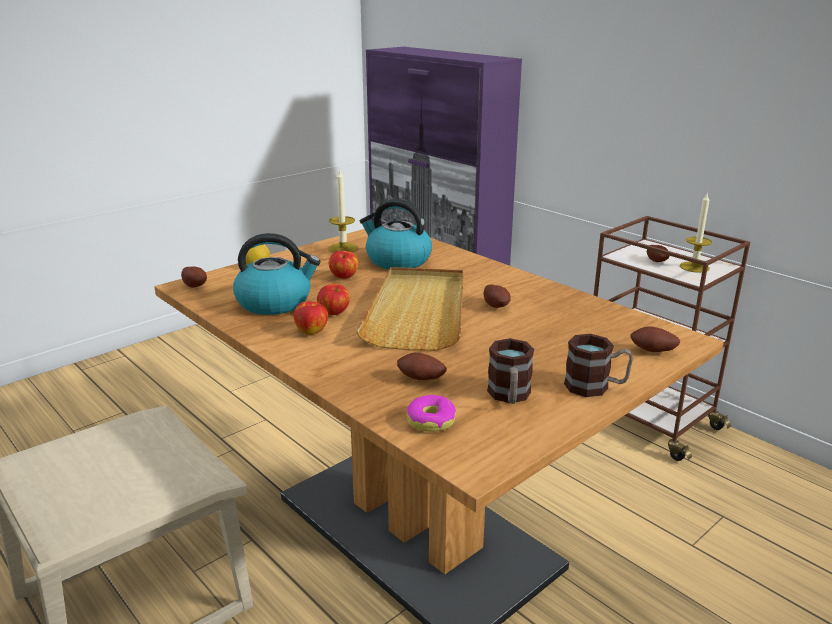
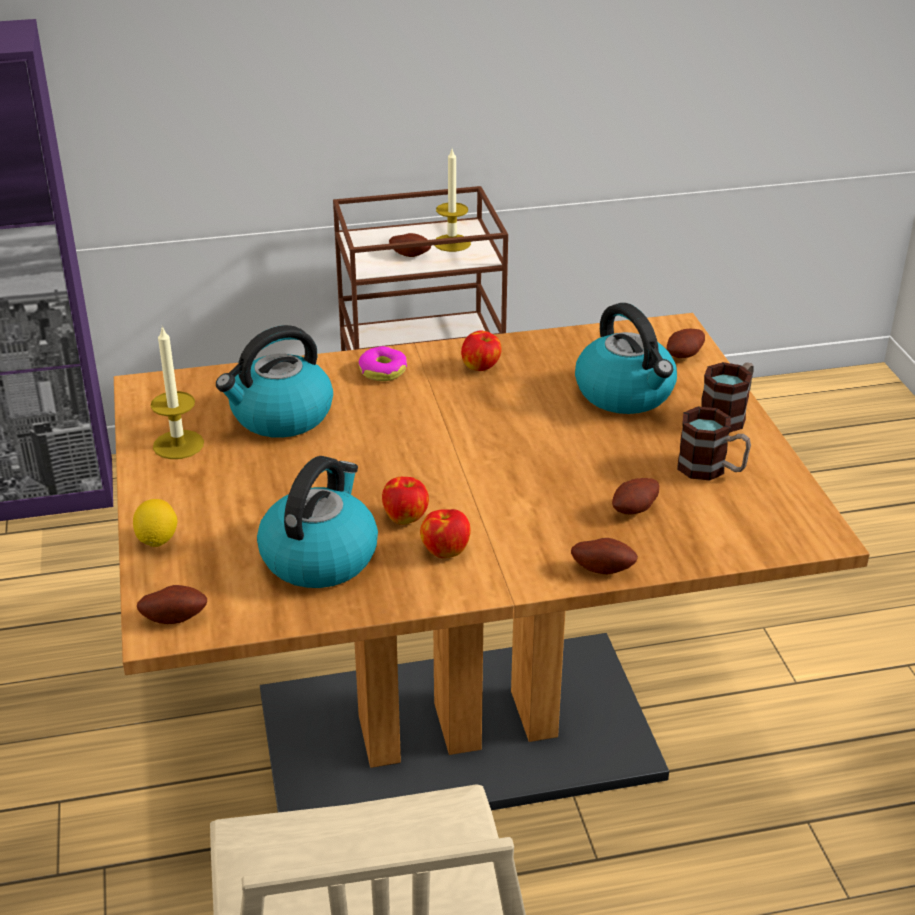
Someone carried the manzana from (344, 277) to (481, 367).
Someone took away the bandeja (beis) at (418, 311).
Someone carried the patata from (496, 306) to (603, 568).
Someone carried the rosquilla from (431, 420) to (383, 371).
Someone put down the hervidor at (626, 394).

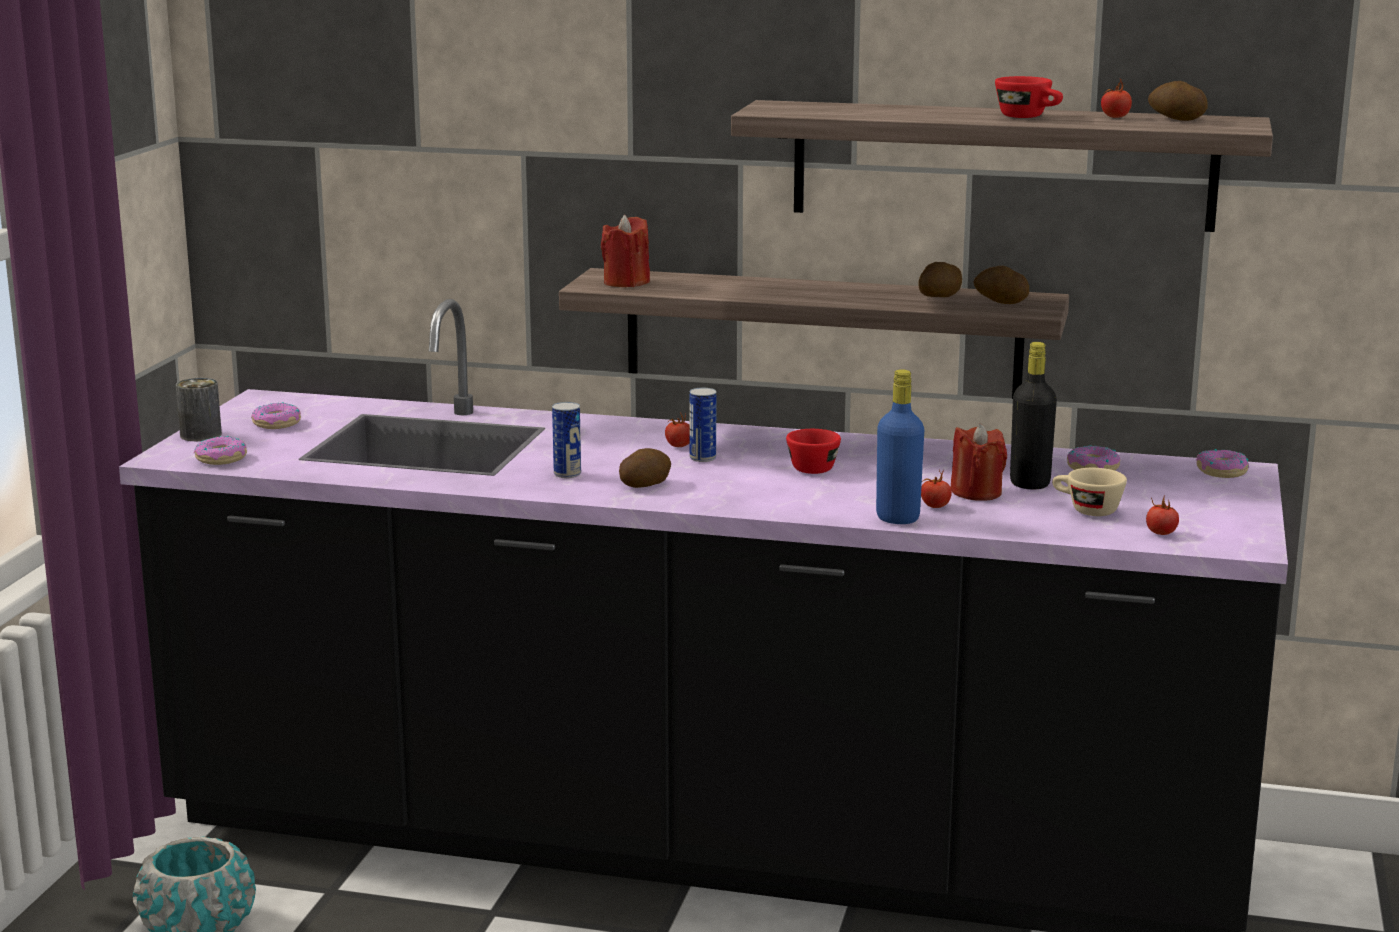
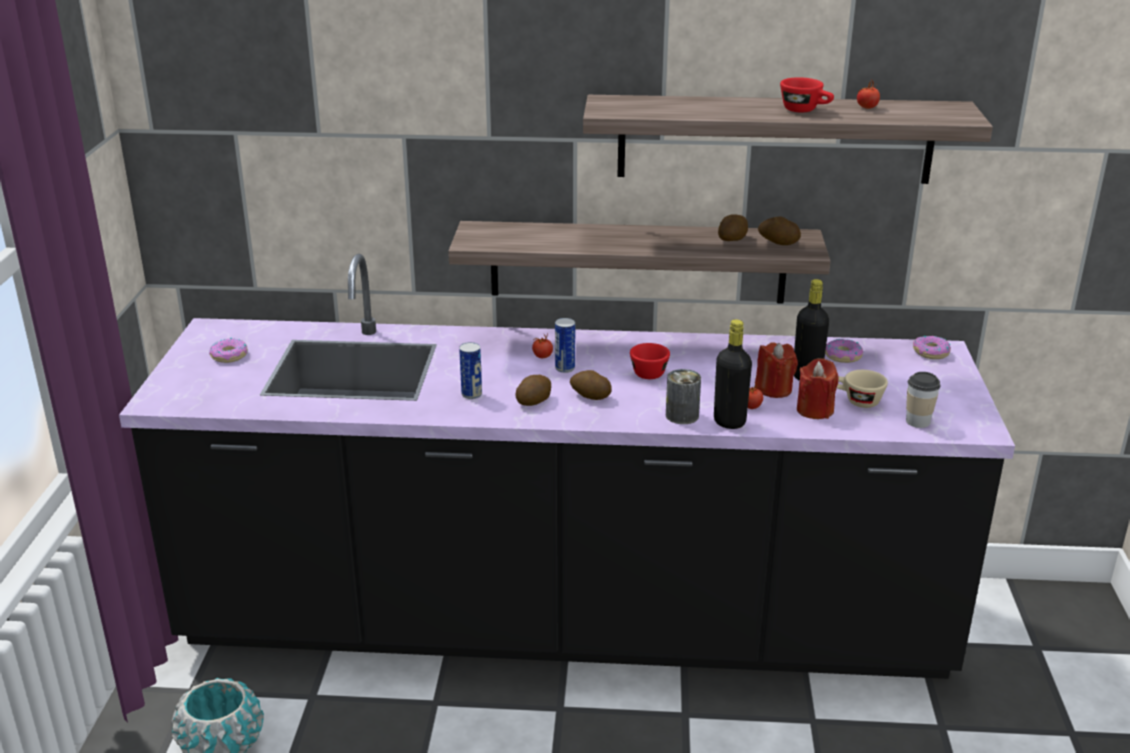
Someone carried the patata from (1176, 119) to (590, 396).
Someone carried the vela (rojo) from (626, 282) to (815, 410).
Someone repainted the botella (azul) at (897, 518), which became the botella (negro) at (729, 422).
Someone carried the lata from (201, 435) to (682, 415).
Someone took away the rosquilla at (221, 459).
Someone swapped the tomate at (1161, 533) for the taza at (917, 421).

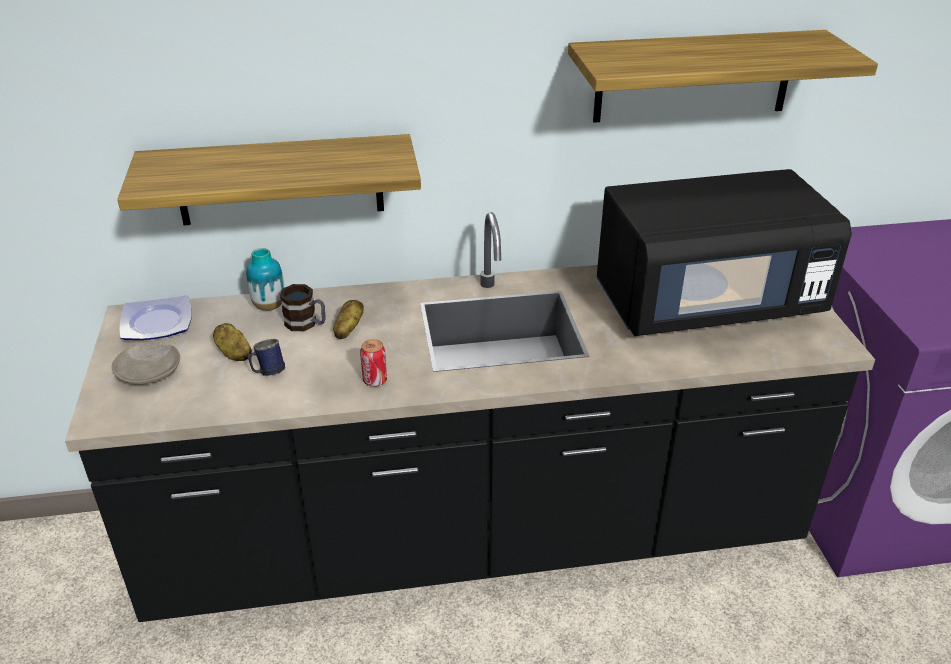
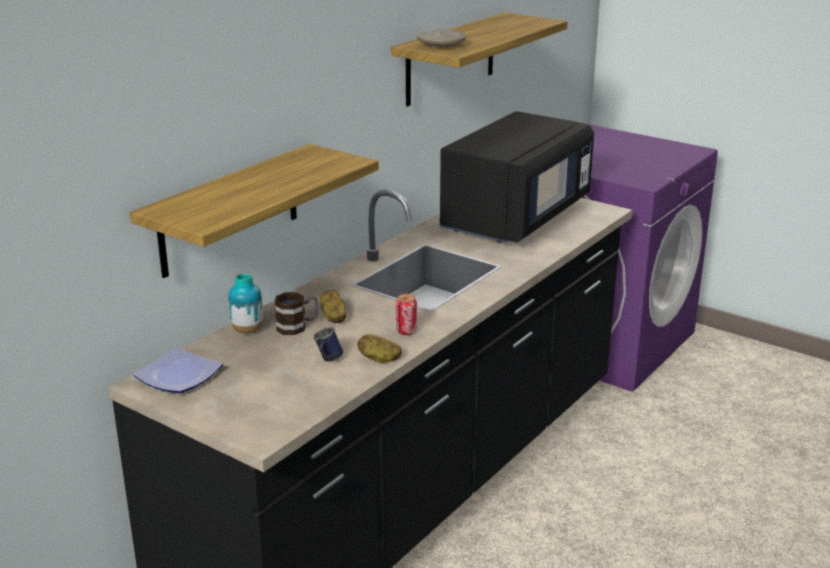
Someone carried the patata from (233, 353) to (379, 359).
Someone carried the plato (beis) from (149, 372) to (441, 45).

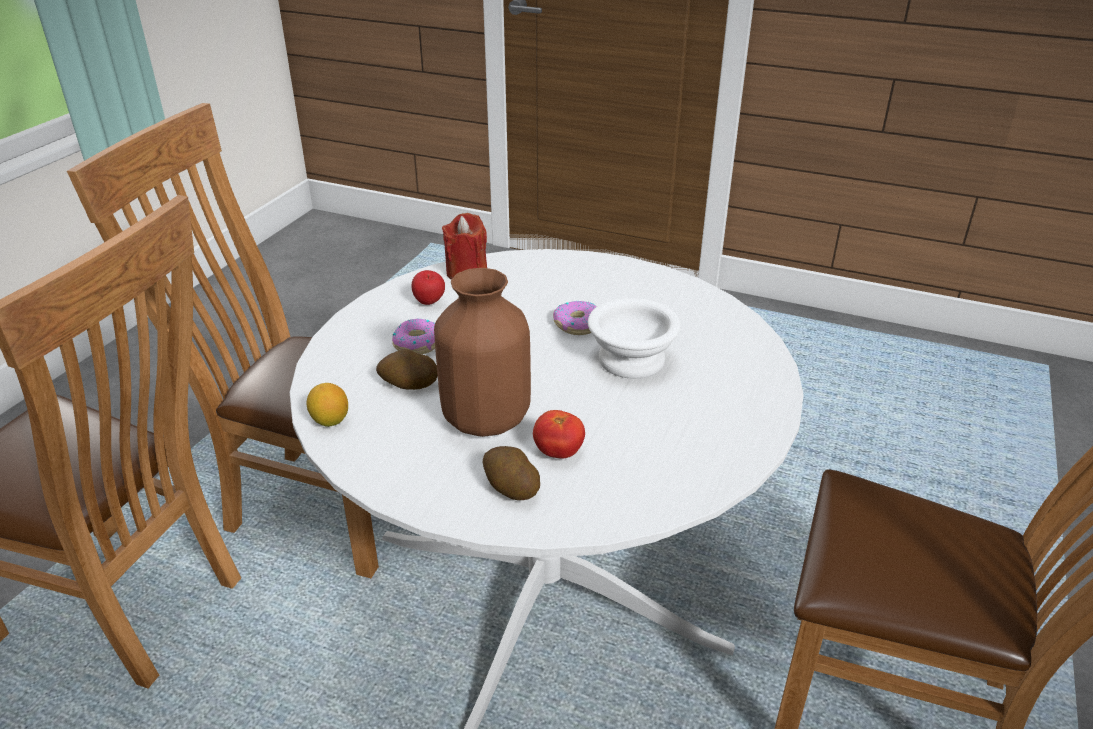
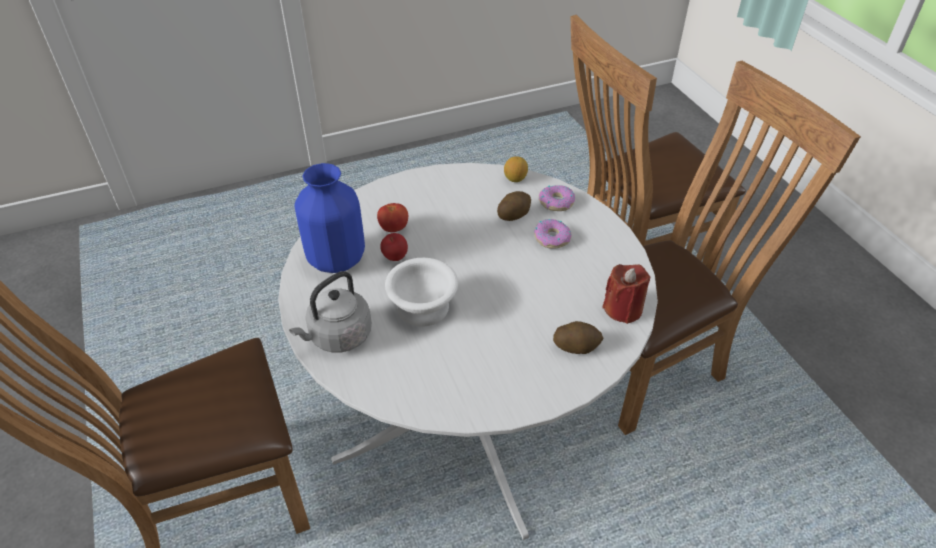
Someone took away the florero (marrón) at (484, 419).
Someone carried the manzana from (429, 303) to (395, 258).
Someone carried the rosquilla from (577, 324) to (556, 202).
Someone carried the patata from (510, 488) to (576, 346).
Someone put down the florero (azul) at (336, 258).
Someone put down the hervidor (gris) at (338, 337).

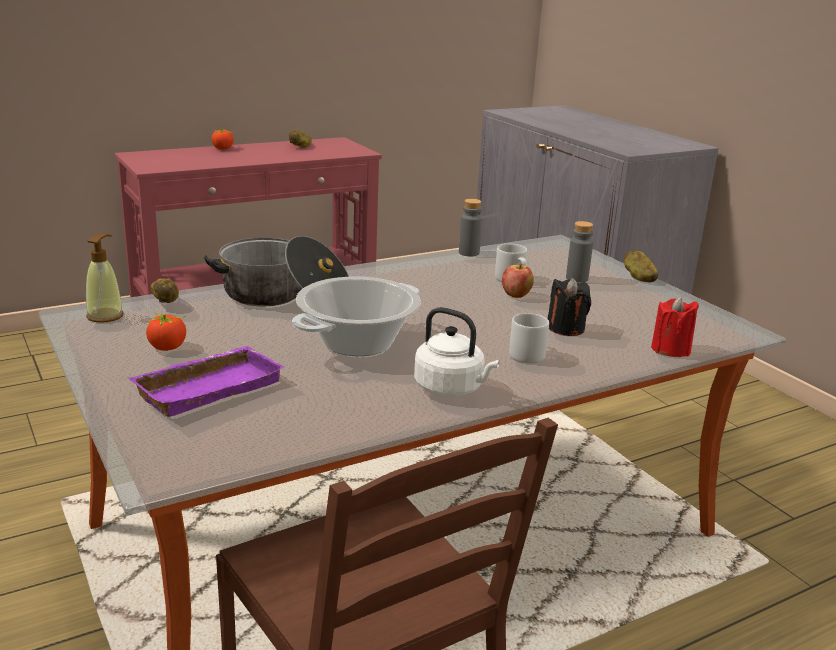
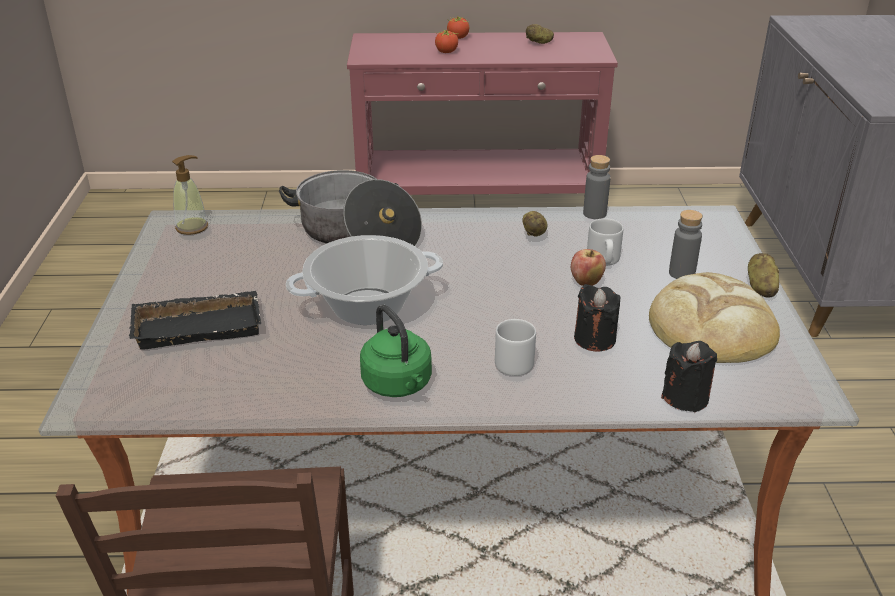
Someone carried the patata from (165, 302) to (534, 233).
Someone repainted the vela (rojo) at (670, 349), which became the vela (negro) at (685, 397).
Someone repainted the hervidor (blanco) at (451, 389), which became the hervidor (verde) at (398, 385).
Someone carried the tomate from (168, 347) to (446, 52).
Someone repainted the bandeja (morado) at (208, 387), which became the bandeja (negro) at (199, 325).
Someone put down the pan at (711, 326).

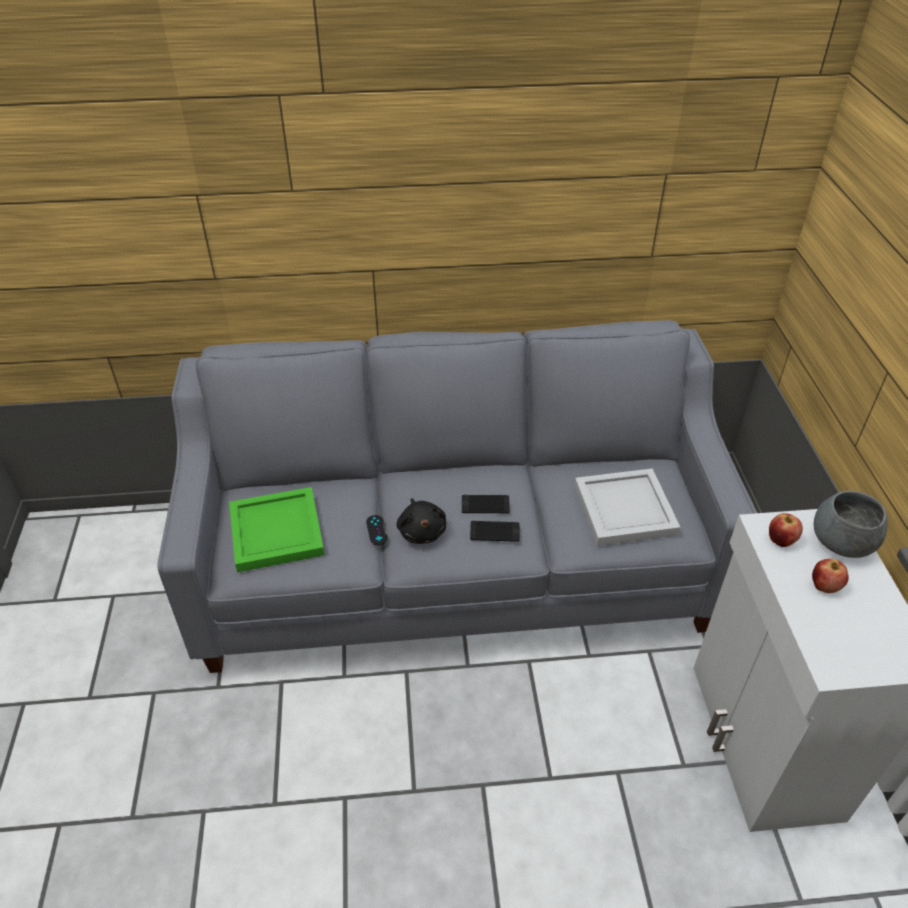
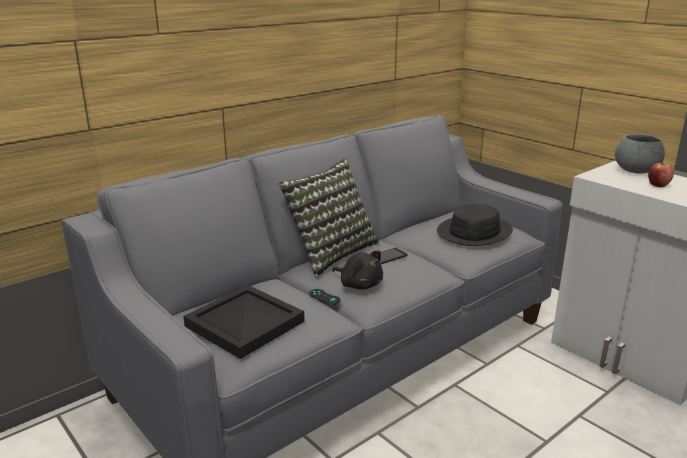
Someone swapped the bandeja (blanco) at (626, 510) for the sombrero (negro) at (474, 232).
Someone repainted the bandeja (verde) at (275, 531), which became the bandeja (negro) at (243, 324).
Someone took away the manzana at (781, 541).
Someone took away the móvil at (494, 532).
Someone put down the cojín at (330, 253).

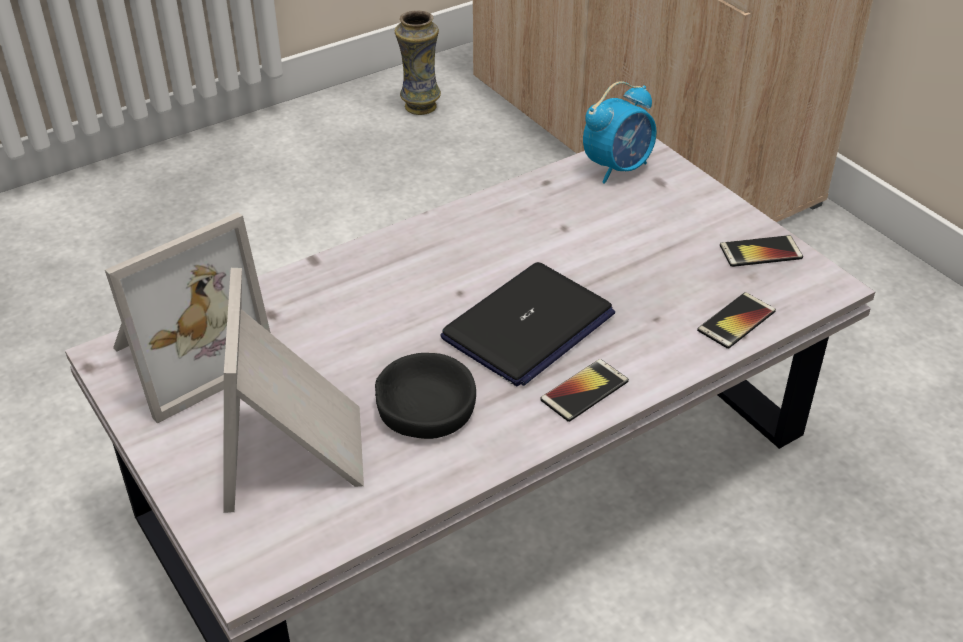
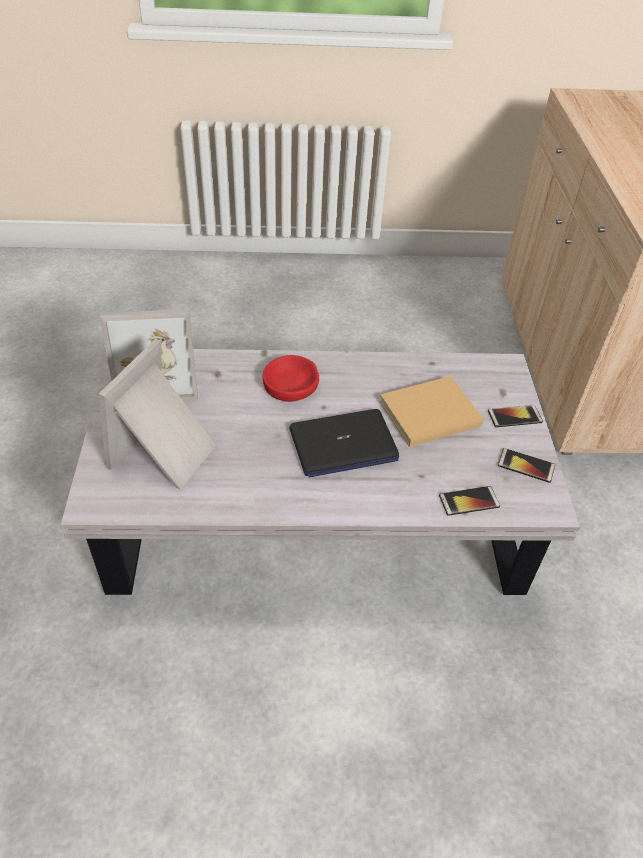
Someone took away the florero at (419, 106).
Someone took away the despertador at (618, 168).
Someone took away the cuenco (negro) at (425, 407).
Someone carried the móvil from (584, 391) to (514, 417).
Someone put down the cuenco (rojo) at (291, 385).
Someone put down the libro (beis) at (427, 414).

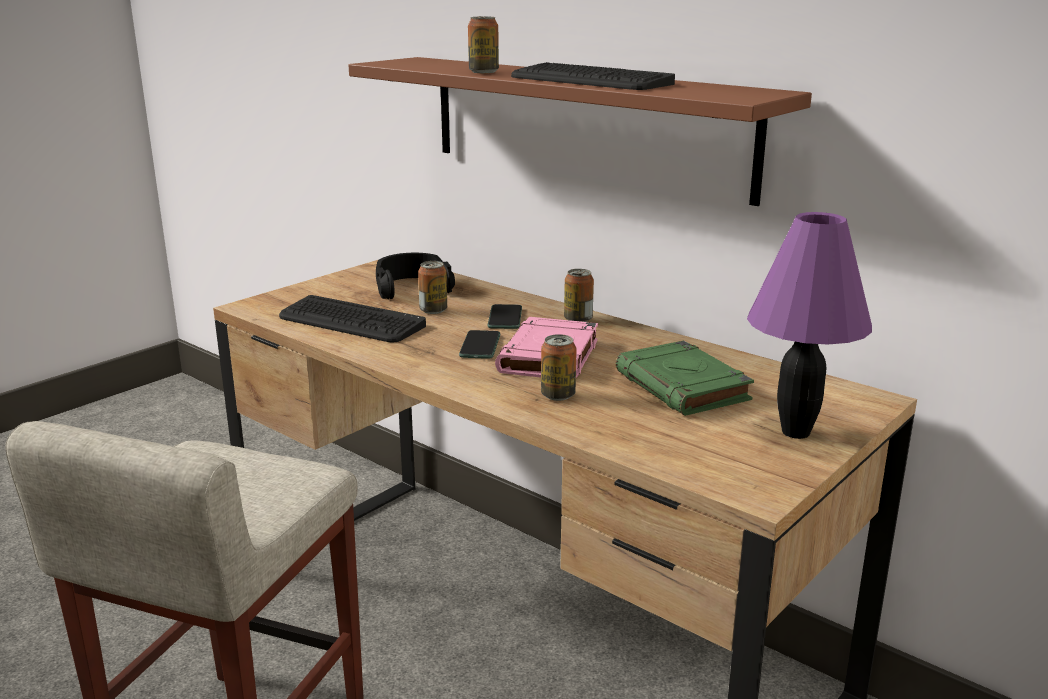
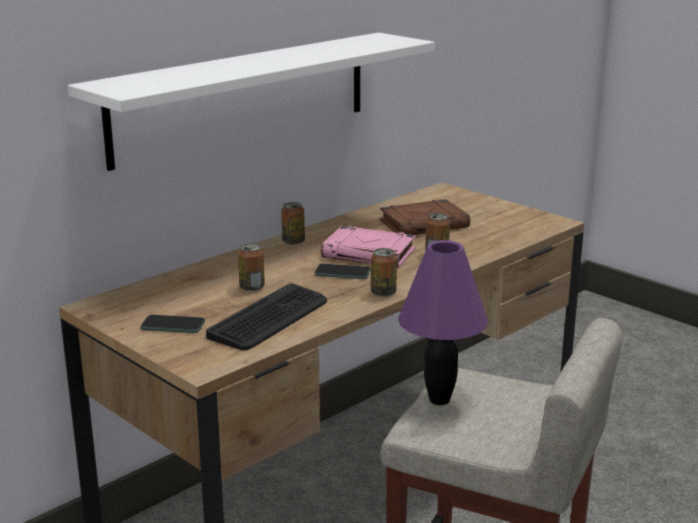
Someone carried the lata from (483, 72) to (383, 293).
Someone repainted the estante (marrón) at (584, 124), which became the estante (blanco) at (243, 97).
Someone took away the teclado at (589, 80).
Someone carried the lámpara de mesa (morado) from (796, 432) to (438, 399).
Someone took away the auriculares (negro) at (412, 287).
Someone carried the móvil from (505, 318) to (173, 325).
Someone repainted the libro (verde) at (683, 387), which became the libro (marrón) at (424, 224).

